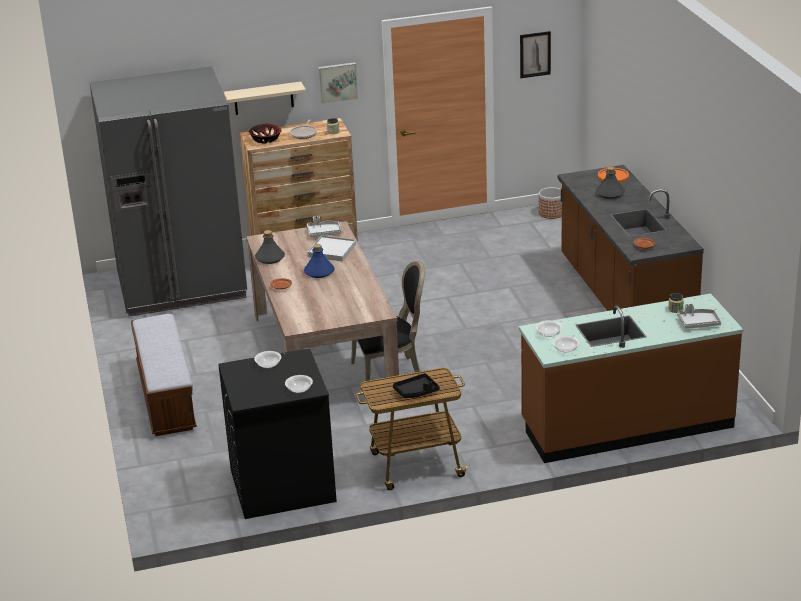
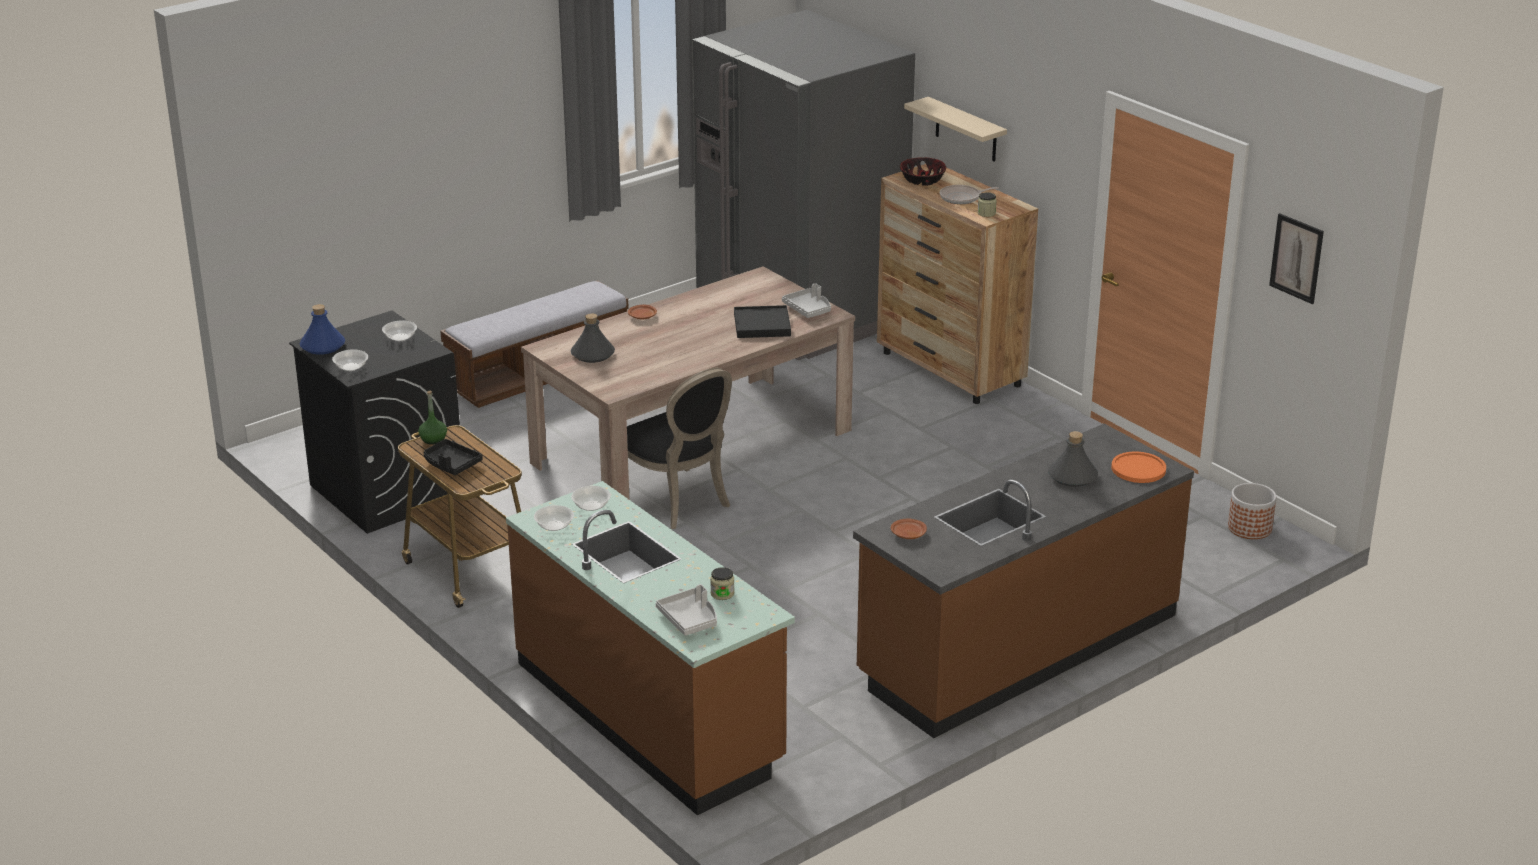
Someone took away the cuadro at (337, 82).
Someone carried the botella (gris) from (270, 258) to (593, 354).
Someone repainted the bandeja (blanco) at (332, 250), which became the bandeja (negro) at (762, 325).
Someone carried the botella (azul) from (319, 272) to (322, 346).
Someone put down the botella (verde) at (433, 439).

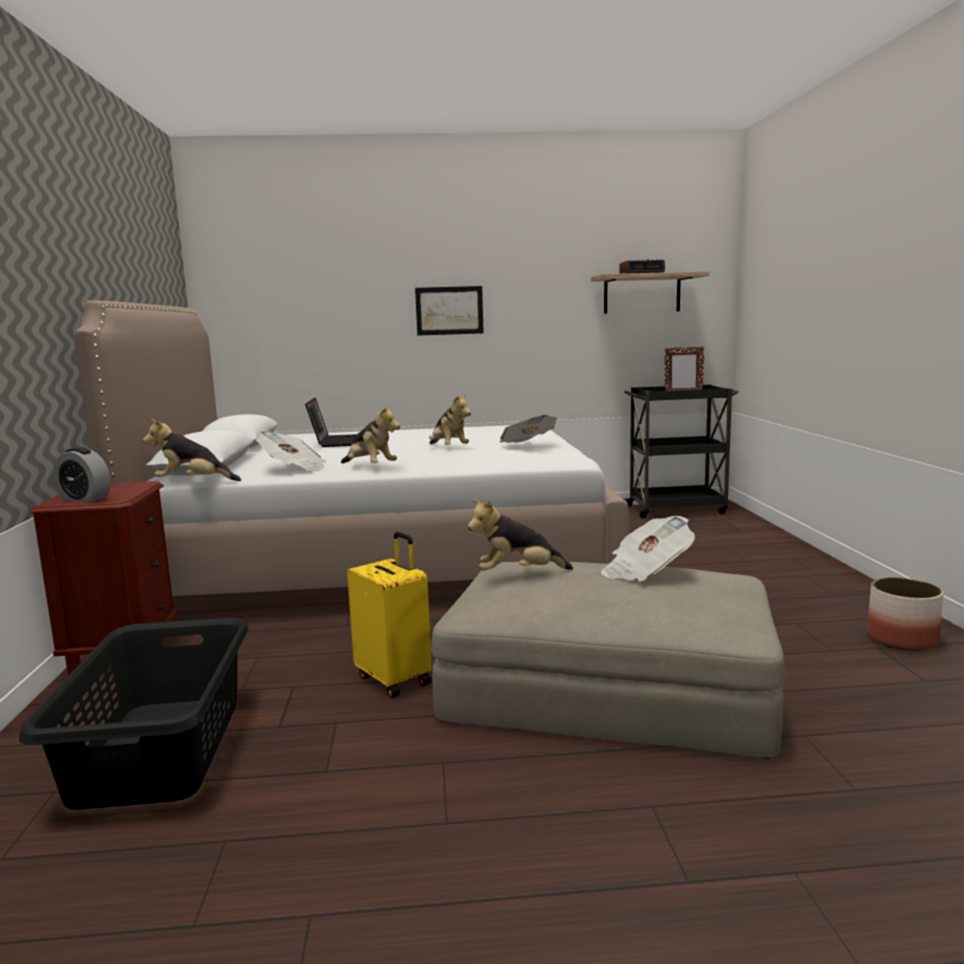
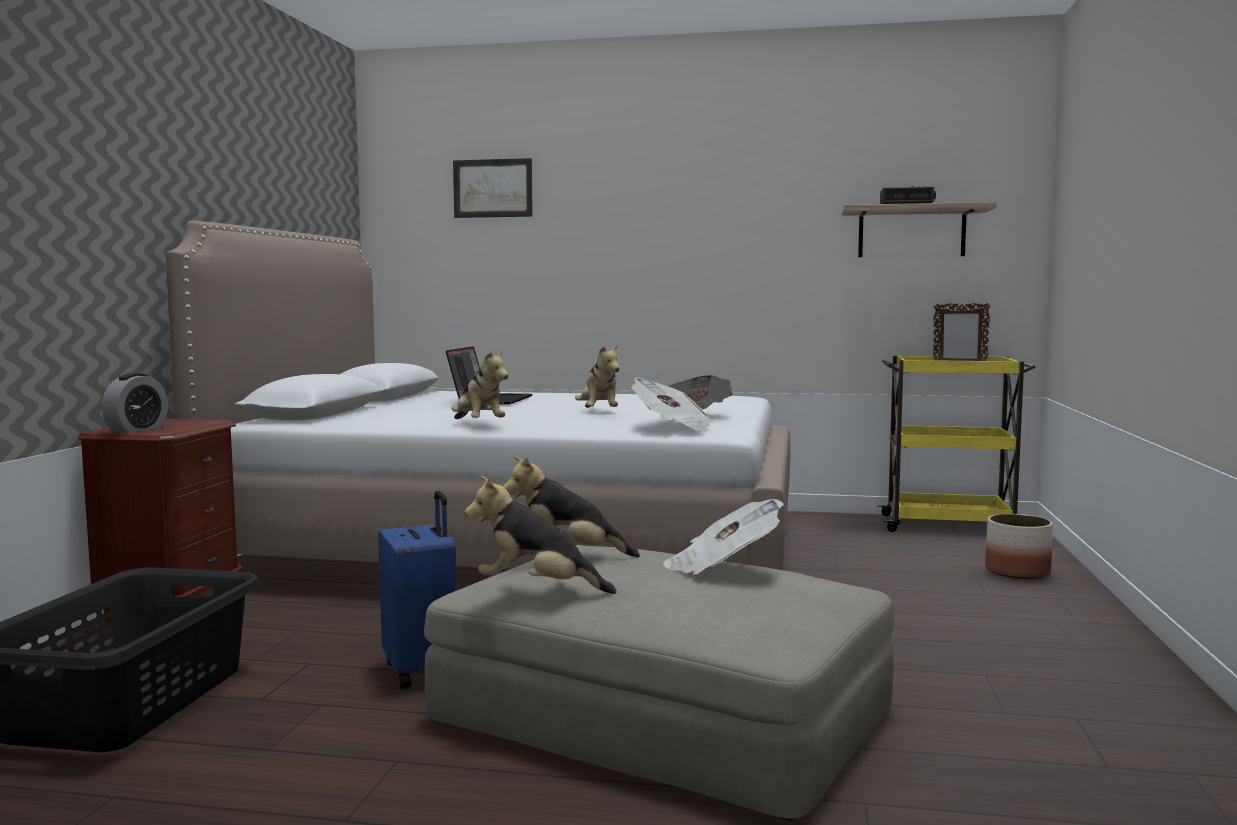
Someone carried the cuadro from (449, 310) to (493, 188).
Someone repainted the carrito (negro) at (677, 509), which became the carrito (amarillo) at (949, 525).
Someone carried the peluche from (193, 483) to (537, 588).
Someone carried the periódico from (293, 469) to (673, 427).
Someone rotated the despertador at (84, 499) by 105 degrees counterclockwise.
Someone repainted the maleta (amarillo) at (395, 679), which became the maleta (azul) at (422, 671).
Someone carried the maceta from (902, 639) to (1018, 572).

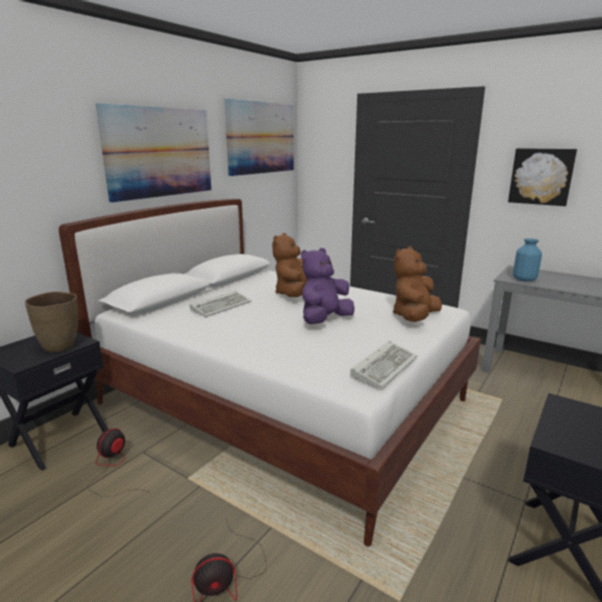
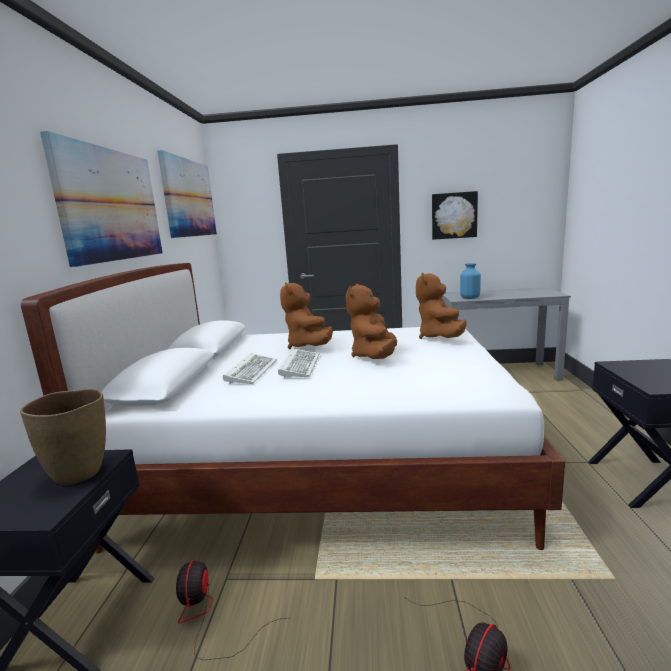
Someone repainted the peluche (morado) at (324, 320), which became the peluche (marrón) at (374, 357).
Someone carried the teclado from (384, 366) to (299, 365).

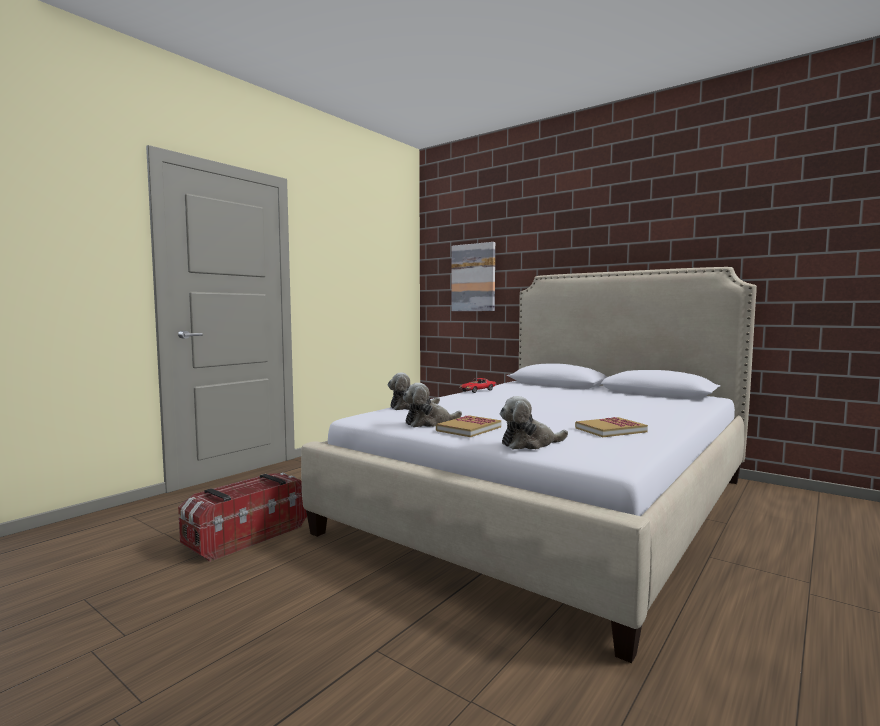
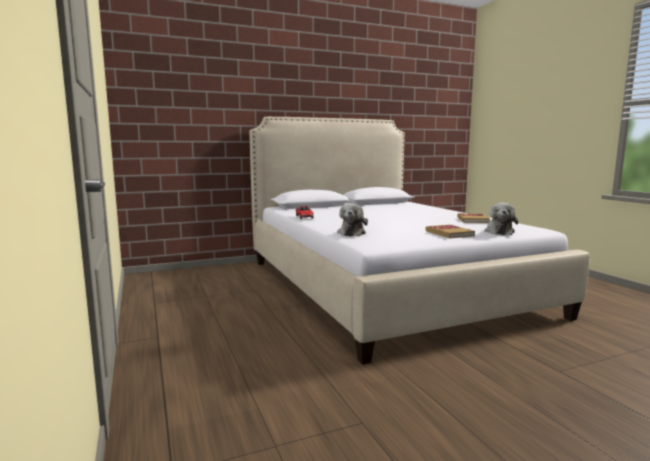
Someone took away the cuadro at (473, 277).
Someone took away the peluche at (429, 423).
Someone took away the caja de almacenaje at (245, 536).

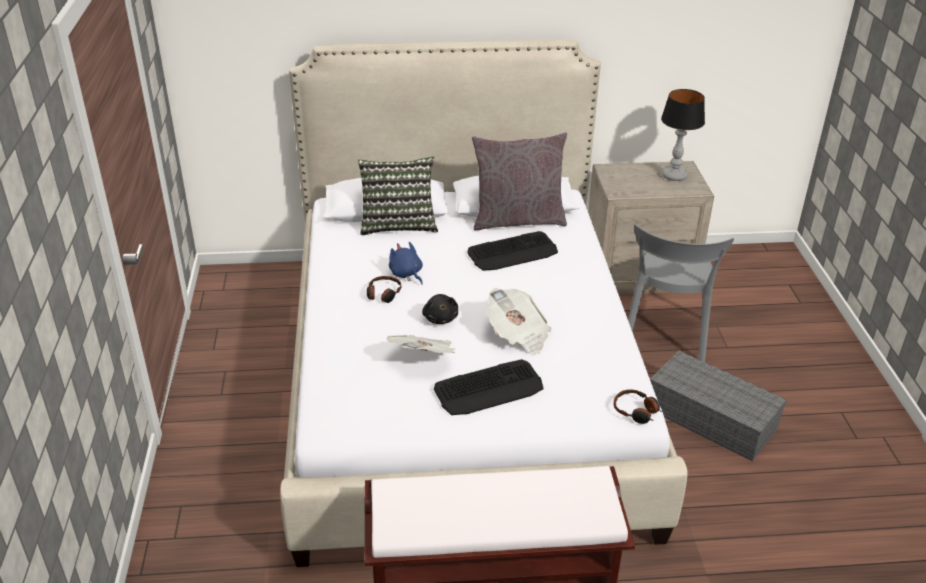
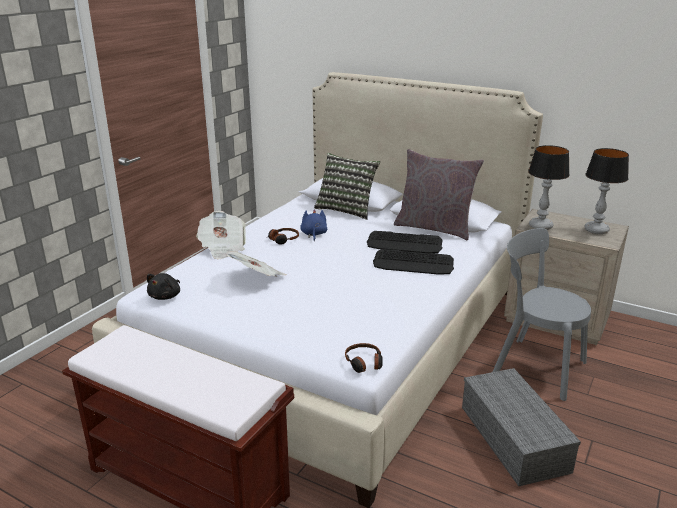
Someone rotated the silla (gris) at (665, 337) by 75 degrees clockwise.
Someone carried the periódico from (518, 335) to (222, 248).
Someone carried the peluche (negro) from (440, 318) to (166, 296).
Someone carried the teclado from (489, 388) to (413, 263).
Someone put down the lámpara de mesa at (540, 226).

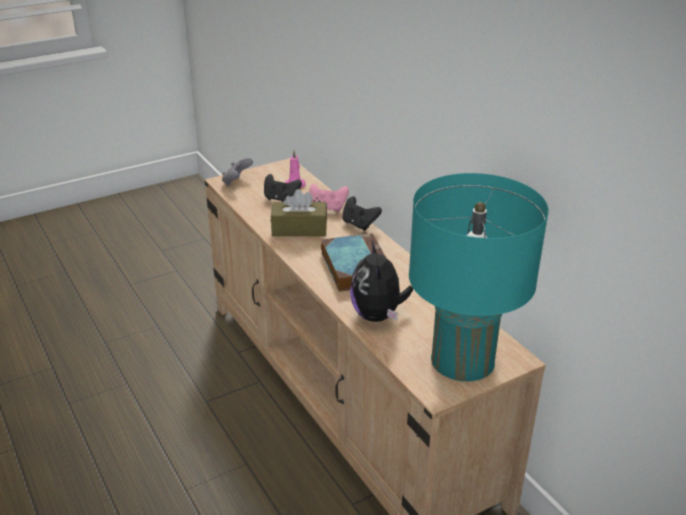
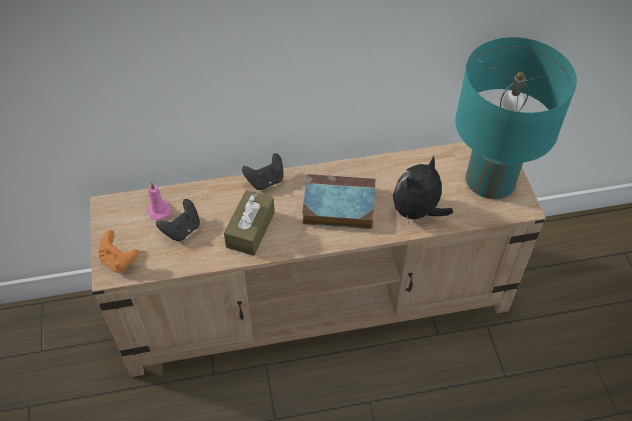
Someone repainted the mando de consola (gris) at (236, 182), which became the mando de consola (naranja) at (119, 261).
Someone took away the mando de consola (rosa) at (328, 208).
Someone rotated the peluche at (378, 315) by 120 degrees clockwise.

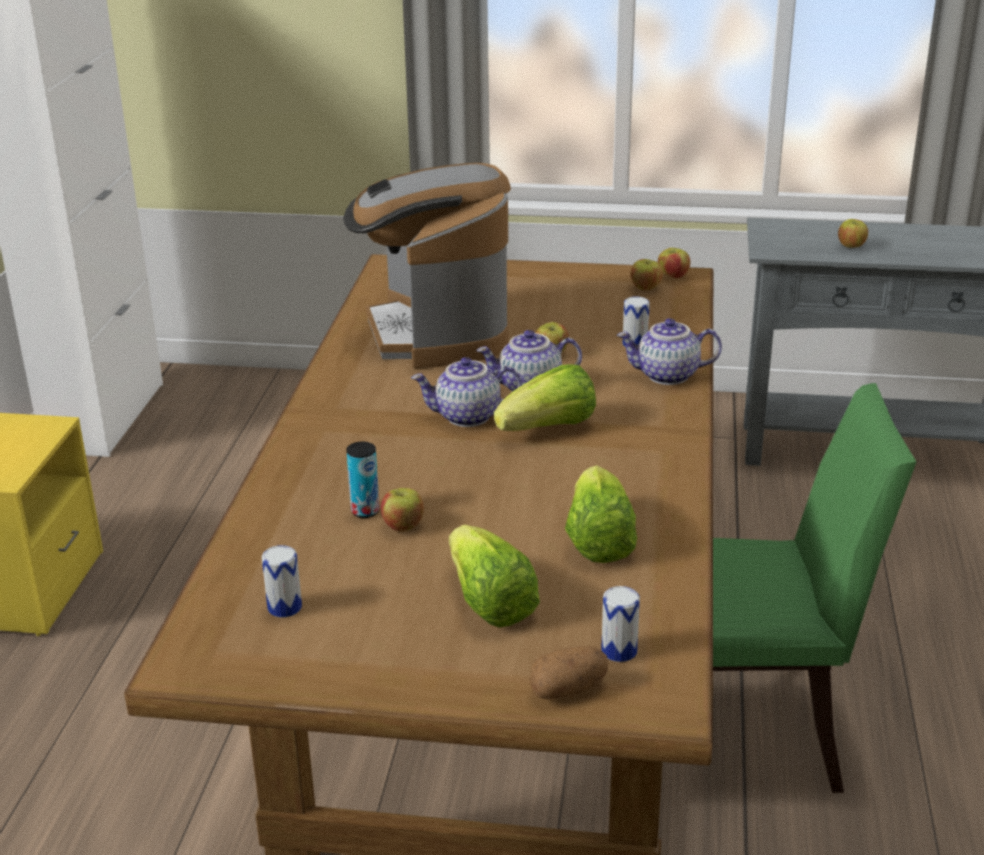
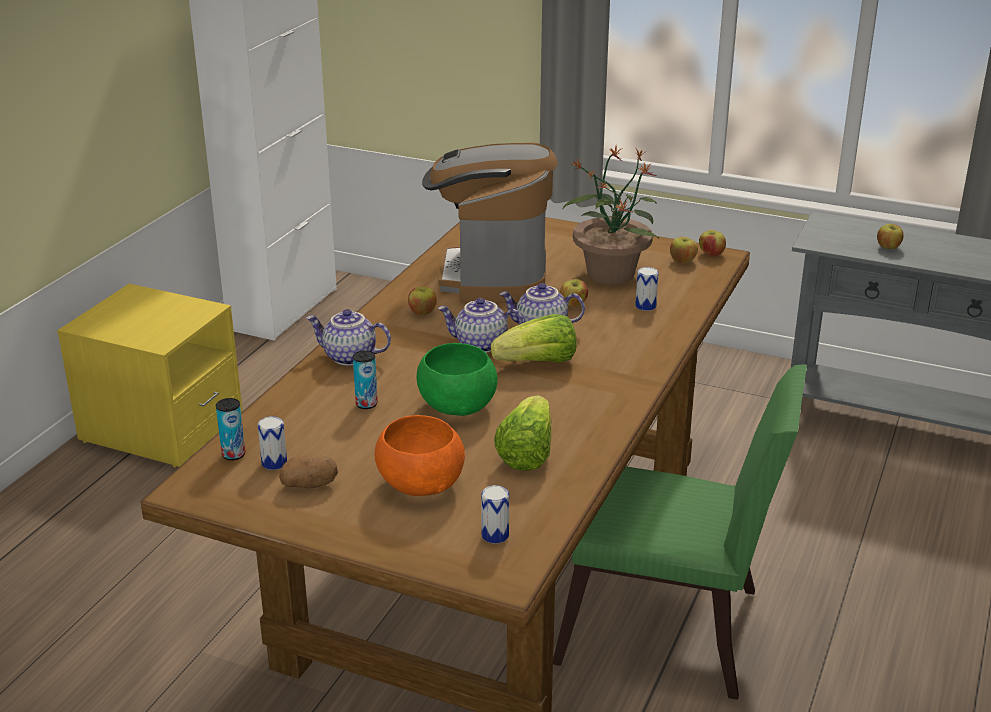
Someone carried the tetera from (667, 376) to (349, 357).
Someone carried the manzana from (402, 526) to (422, 312).
Someone swapped the lechuga at (489, 602) for the cuenco (naranja) at (420, 484).
Someone carried the patata from (568, 690) to (310, 485).
Someone put down the planta en maceta at (610, 273).
Someone put down the cuenco (verde) at (457, 406).
Someone put down the lata at (233, 454).

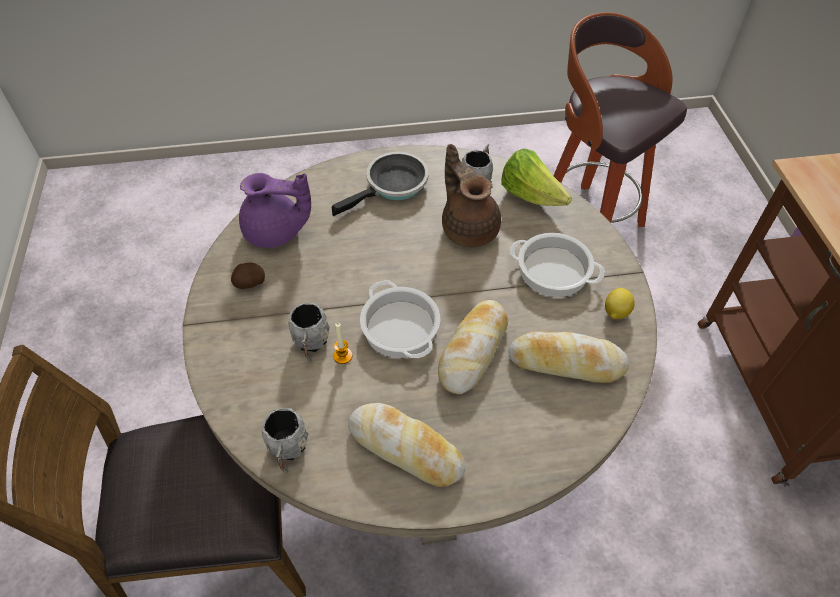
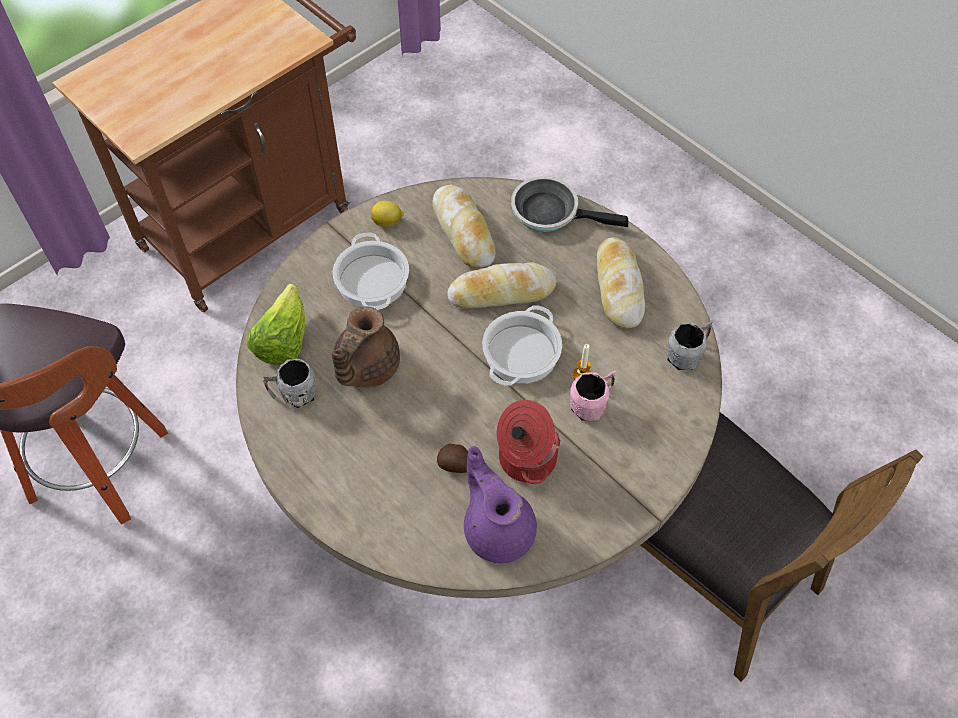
Someone carried the sartén from (393, 186) to (551, 212).
Someone carried the patata from (250, 283) to (456, 465).
Someone repainted the taza grande (gris) at (311, 345), which became the taza grande (rosa) at (592, 405).
Someone put down the olla at (525, 458).

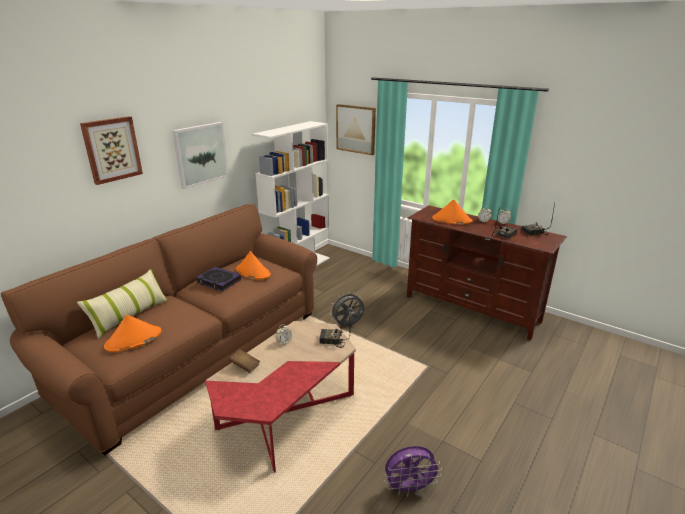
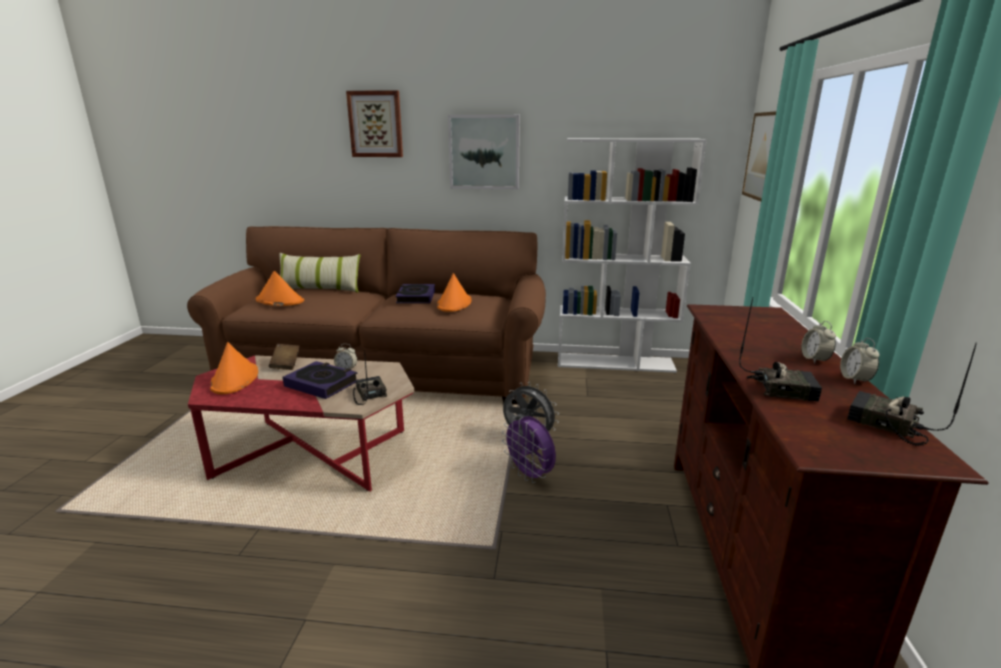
Someone carried the sombrero (naranja) from (451, 220) to (235, 379).
Someone carried the ventilador (morado) from (409, 488) to (530, 475).
Someone put down the libro at (321, 384).

